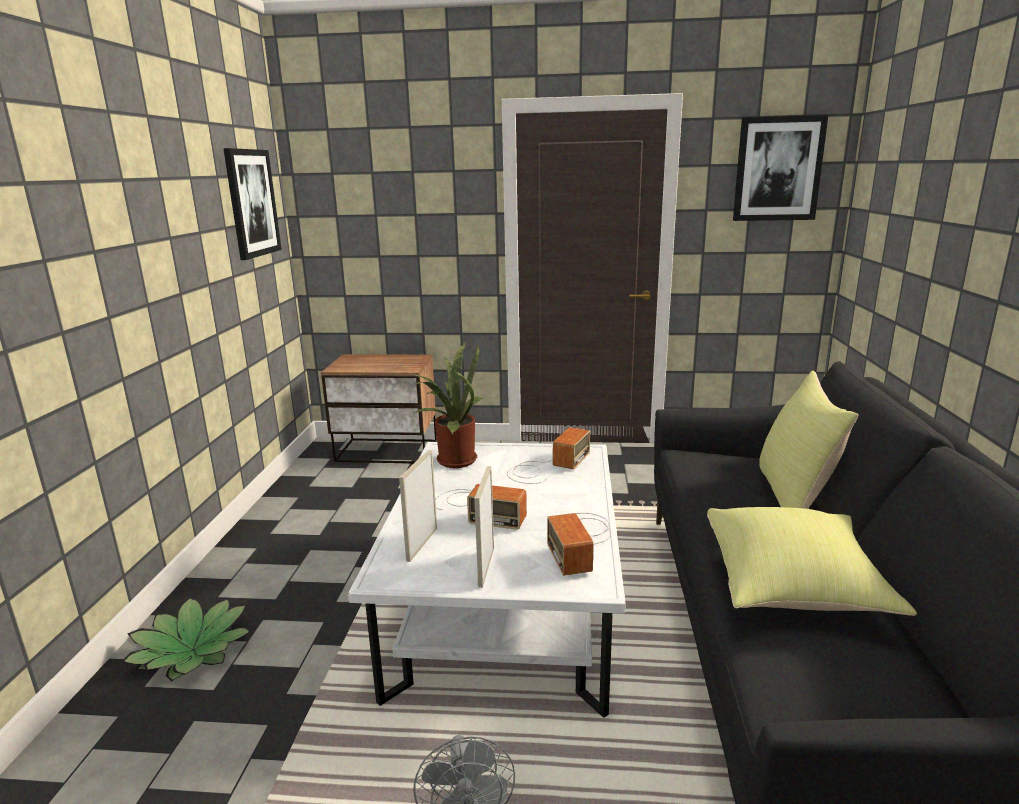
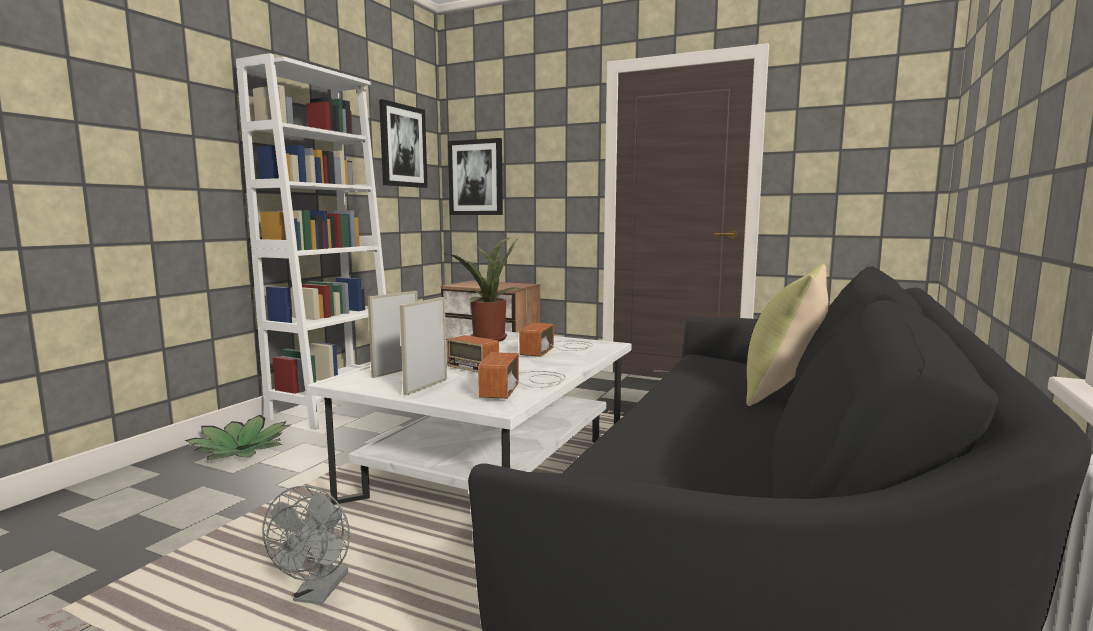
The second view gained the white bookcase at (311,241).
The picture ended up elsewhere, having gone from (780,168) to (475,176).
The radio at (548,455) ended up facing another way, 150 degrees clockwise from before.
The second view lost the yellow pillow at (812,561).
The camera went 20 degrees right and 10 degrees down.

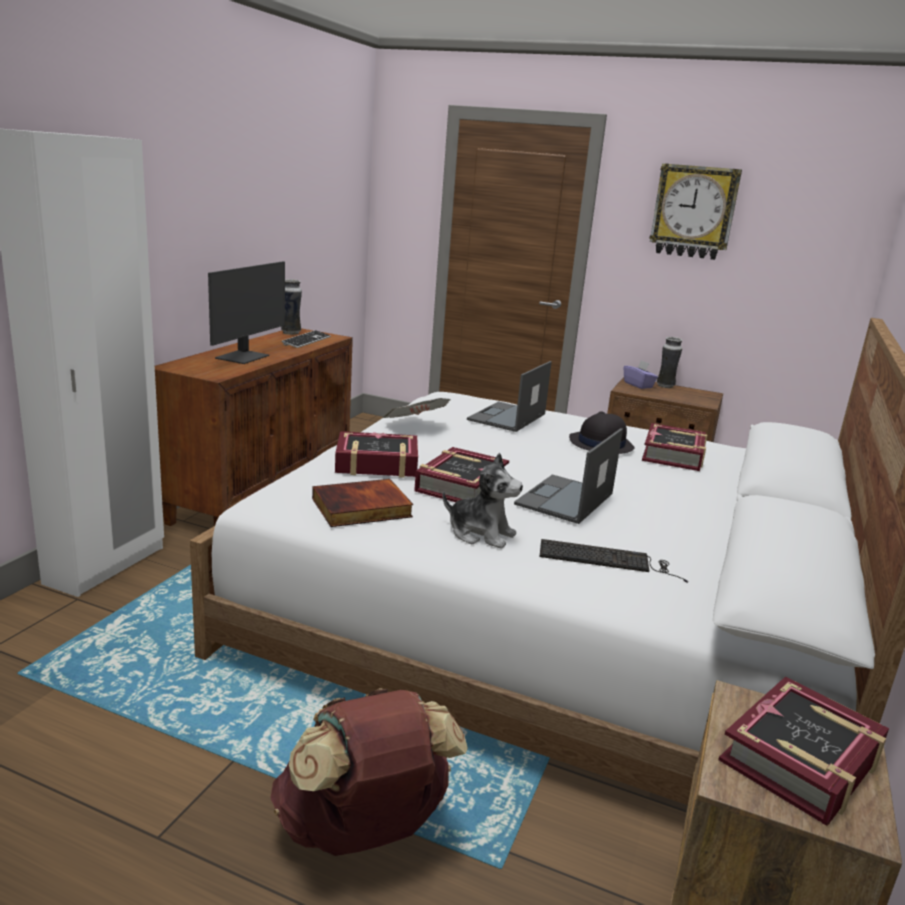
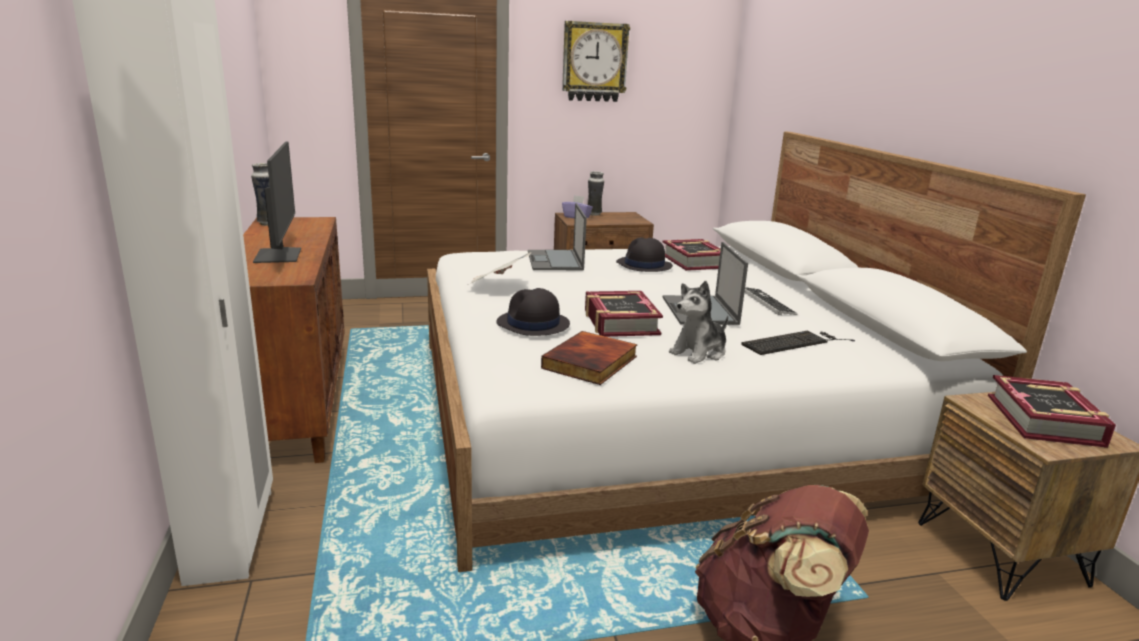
Where the book stood at (376,454), the black hat came to stand at (533,312).
The plush toy at (483,501) ended up facing another way, 150 degrees clockwise from before.
The keyboard ended up elsewhere, having gone from (306,339) to (771,301).
The camera went 35 degrees left and 0 degrees up.

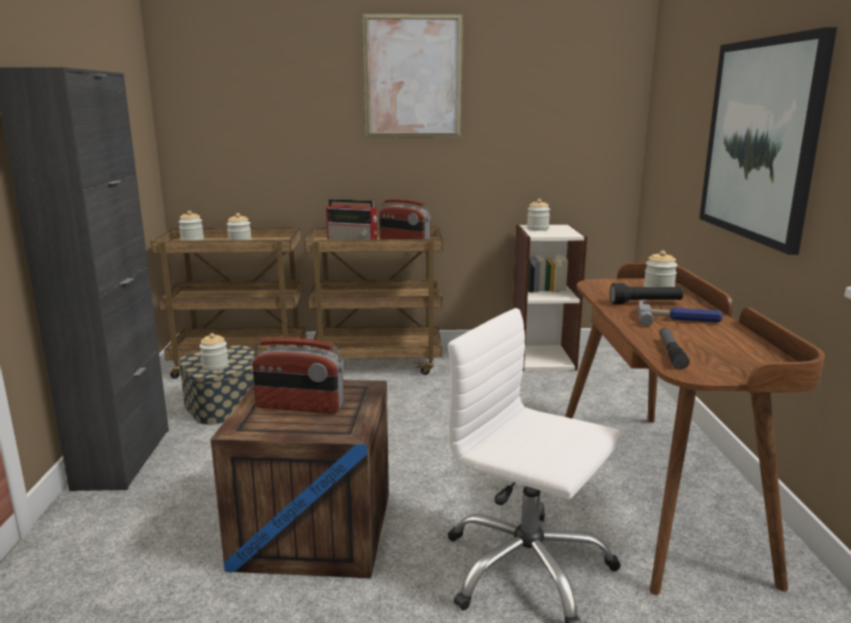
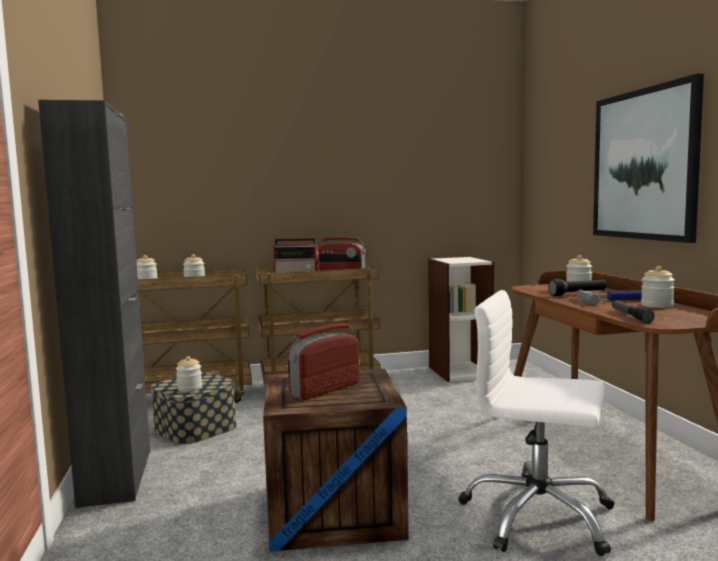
The radio at (297,376) ended up facing another way, 135 degrees clockwise from before.
The jar ended up elsewhere, having gone from (538,215) to (658,287).
The second view lost the picture at (412,75).
The camera went 10 degrees left and 10 degrees down.

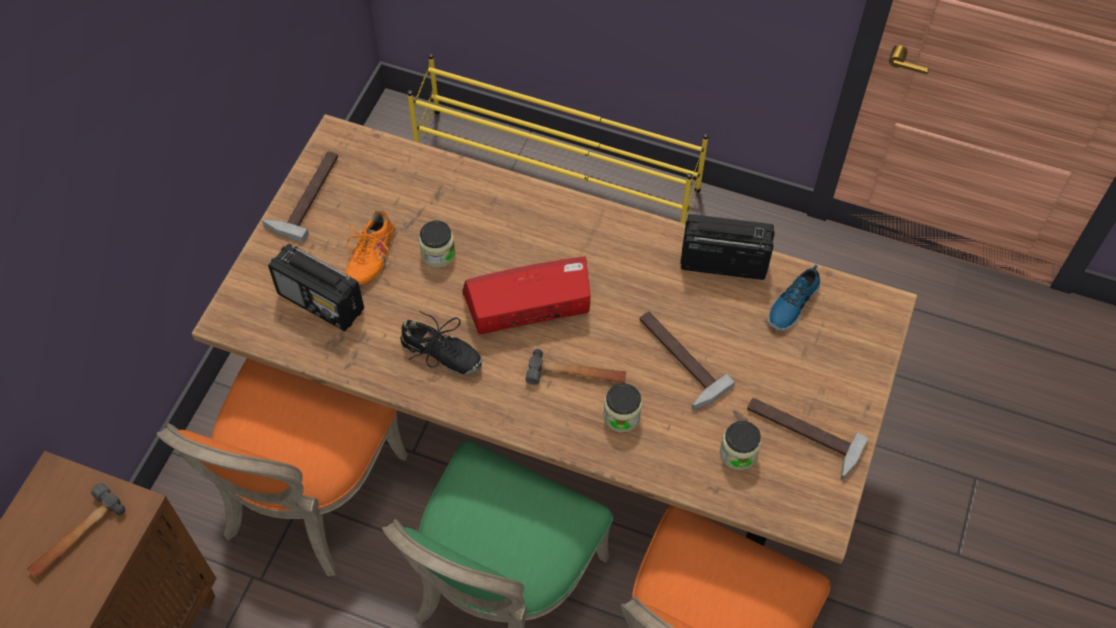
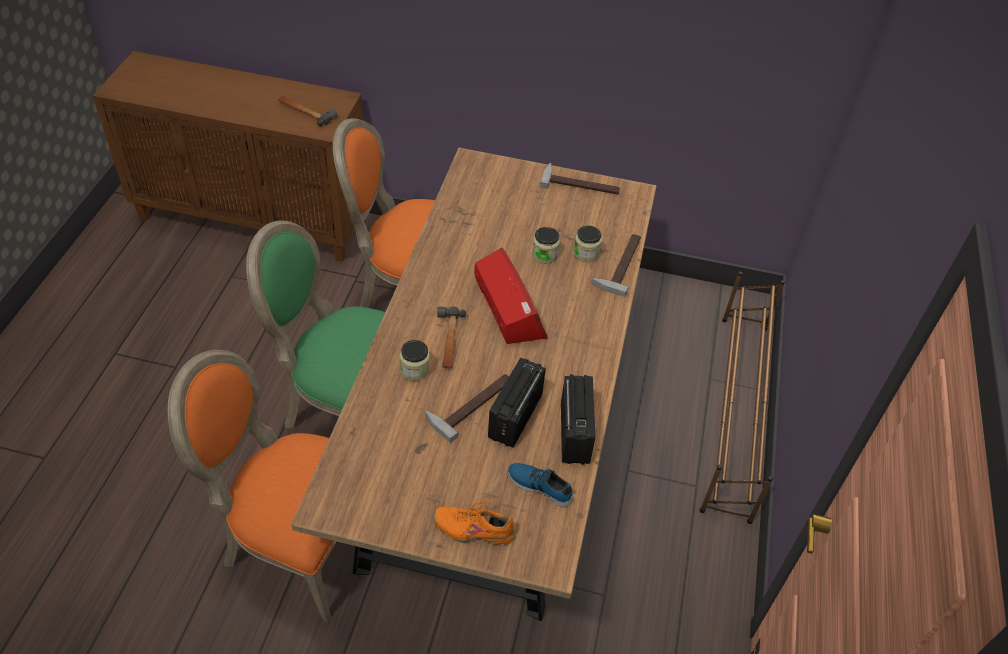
The orange shoe ended up elsewhere, having gone from (370,248) to (474,521).
The radio ended up elsewhere, having gone from (316,287) to (517,402).
The jar ended up elsewhere, having gone from (740,445) to (587,244).
The hammer ended up elsewhere, having gone from (808,439) to (616,265).
What was the yellow shoe rack at (558,138) turned into the brown shoe rack at (742,397).
The second view lost the black shoe at (441,343).
The camera went 80 degrees right and 10 degrees down.

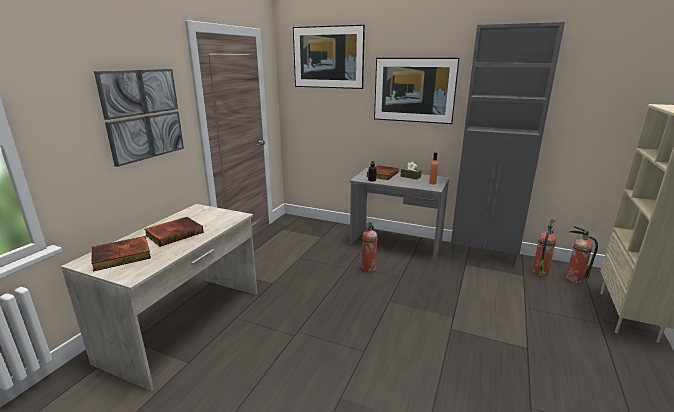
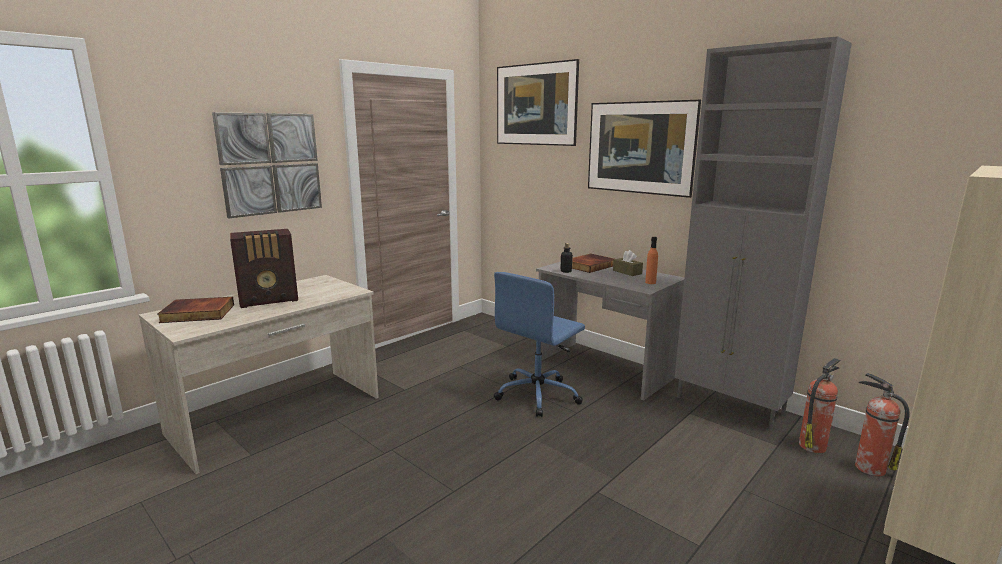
Where the book stood at (174,232), the radio came to stand at (264,268).
Where the fire extinguisher stood at (370,247), the blue office chair came to stand at (539,344).
The camera went 20 degrees right and 5 degrees down.

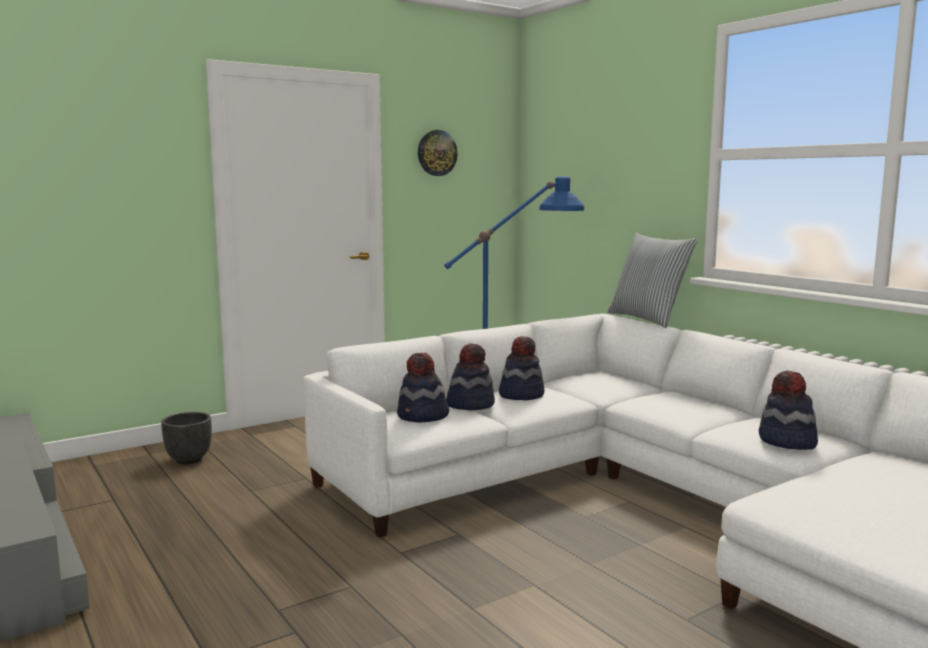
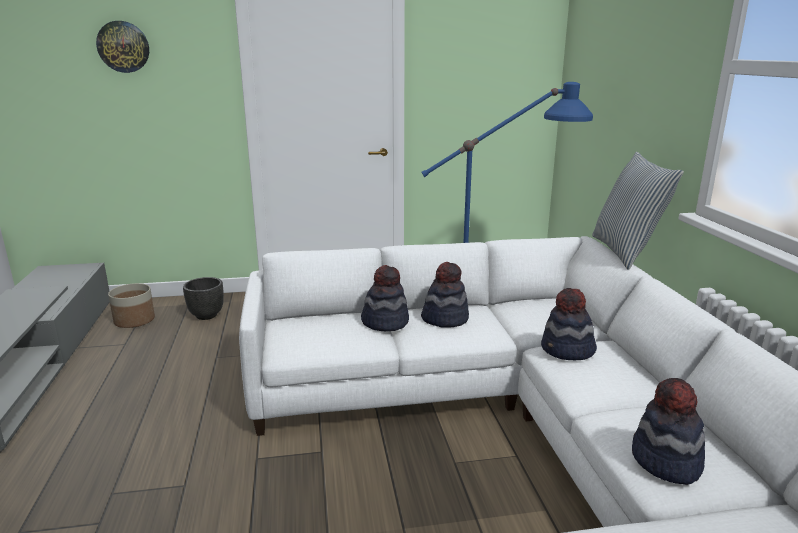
The wall clock ended up elsewhere, having gone from (438,153) to (122,47).
The second view gained the planter at (131,305).
The hat ended up elsewhere, having gone from (423,387) to (569,324).
The camera went 25 degrees right and 10 degrees up.

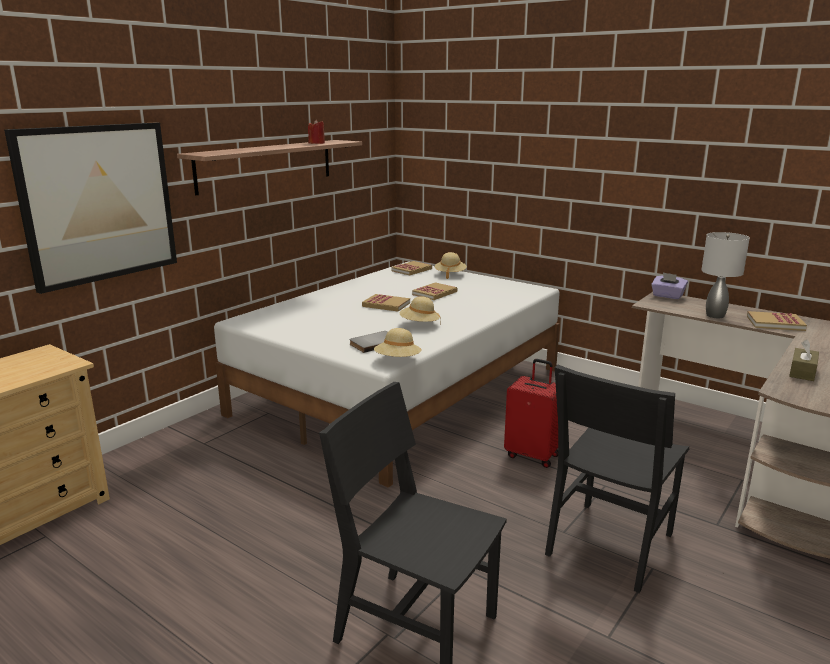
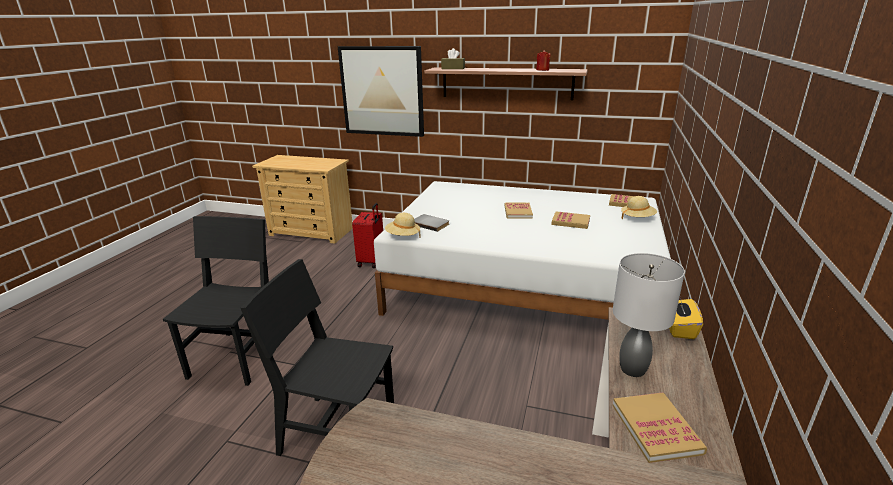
The red suitcase ended up elsewhere, having gone from (531,413) to (367,235).
The brown tissue box ended up elsewhere, having gone from (804,360) to (453,58).
What was the purple tissue box at (669,285) turned into the yellow tissue box at (686,318).
The second view lost the beige hat at (420,309).
The camera went 70 degrees right and 5 degrees up.

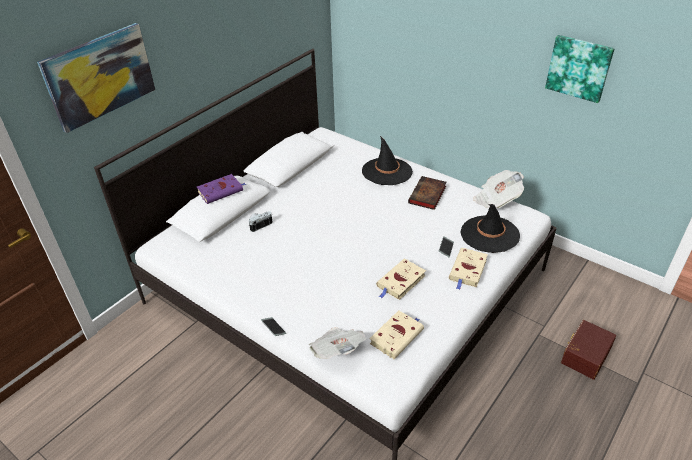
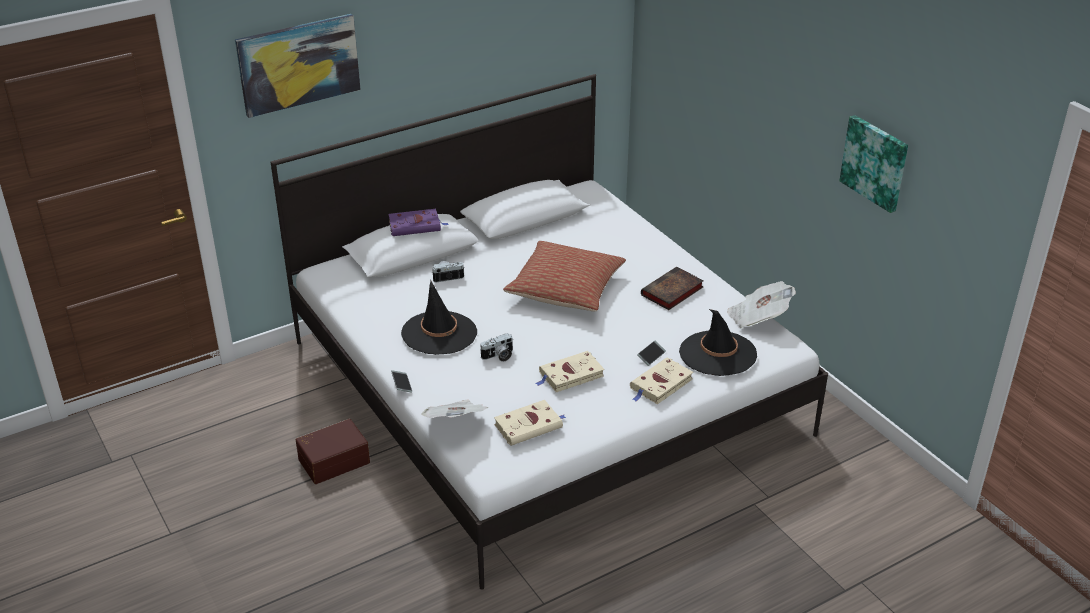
The brown storage box ended up elsewhere, having gone from (588,350) to (333,451).
The black hat ended up elsewhere, having gone from (387,160) to (439,318).
The second view gained the photo camera at (496,347).
The second view gained the pillow at (564,276).
The camera went 20 degrees right and 5 degrees down.

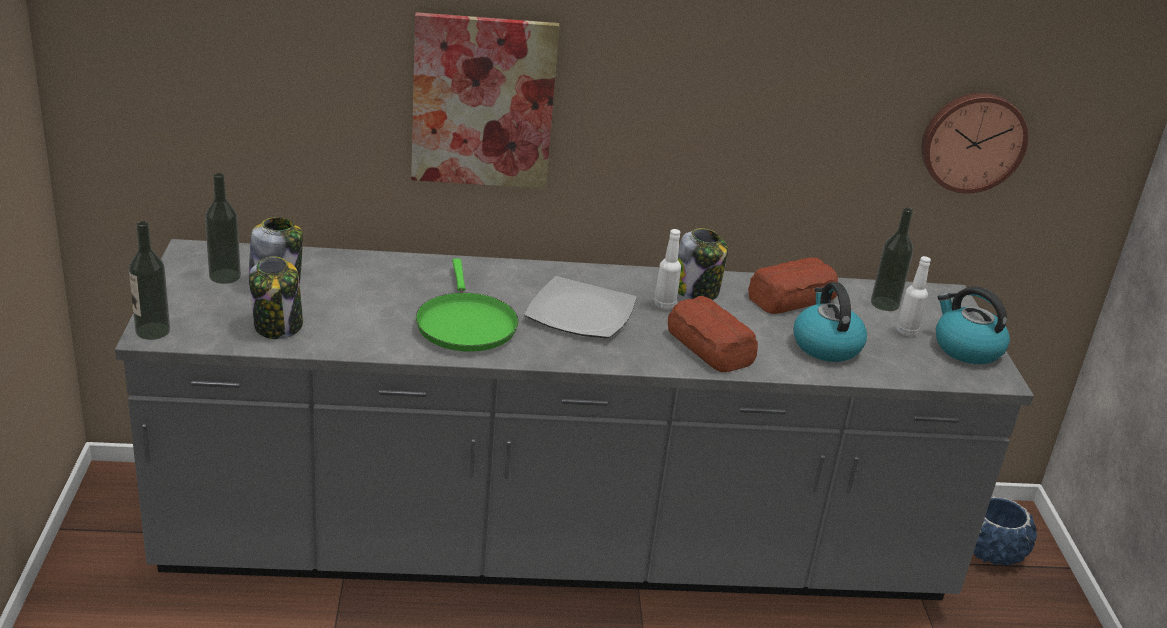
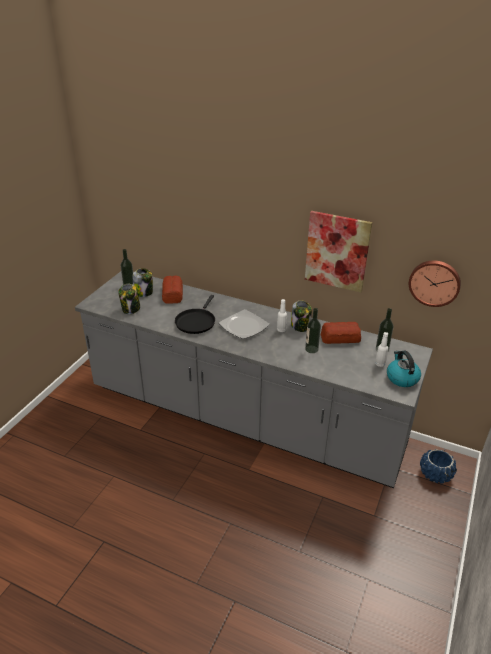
The bread ended up elsewhere, having gone from (713,334) to (172,289).
What was the green frying pan at (467,305) turned into the black frying pan at (195,314).
The picture ended up elsewhere, having gone from (485,100) to (338,252).
The bottle ended up elsewhere, having gone from (149,280) to (313,330).
The second view lost the kettle at (830,322).
The camera went 30 degrees right and 5 degrees up.

